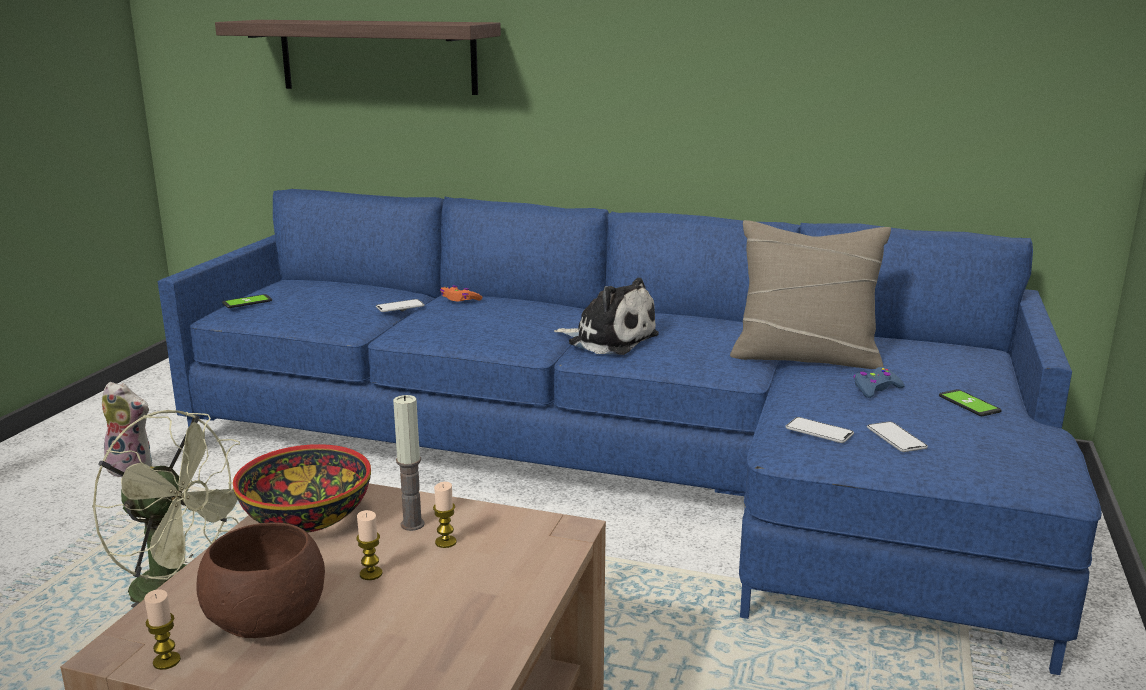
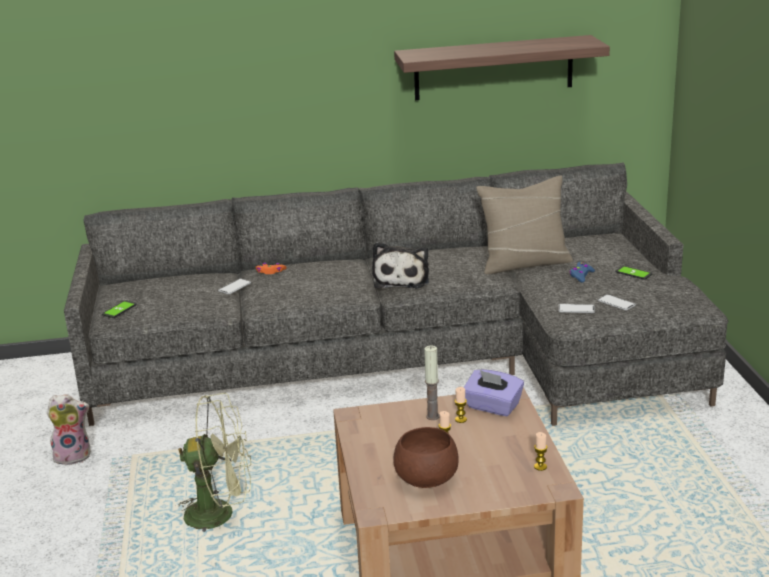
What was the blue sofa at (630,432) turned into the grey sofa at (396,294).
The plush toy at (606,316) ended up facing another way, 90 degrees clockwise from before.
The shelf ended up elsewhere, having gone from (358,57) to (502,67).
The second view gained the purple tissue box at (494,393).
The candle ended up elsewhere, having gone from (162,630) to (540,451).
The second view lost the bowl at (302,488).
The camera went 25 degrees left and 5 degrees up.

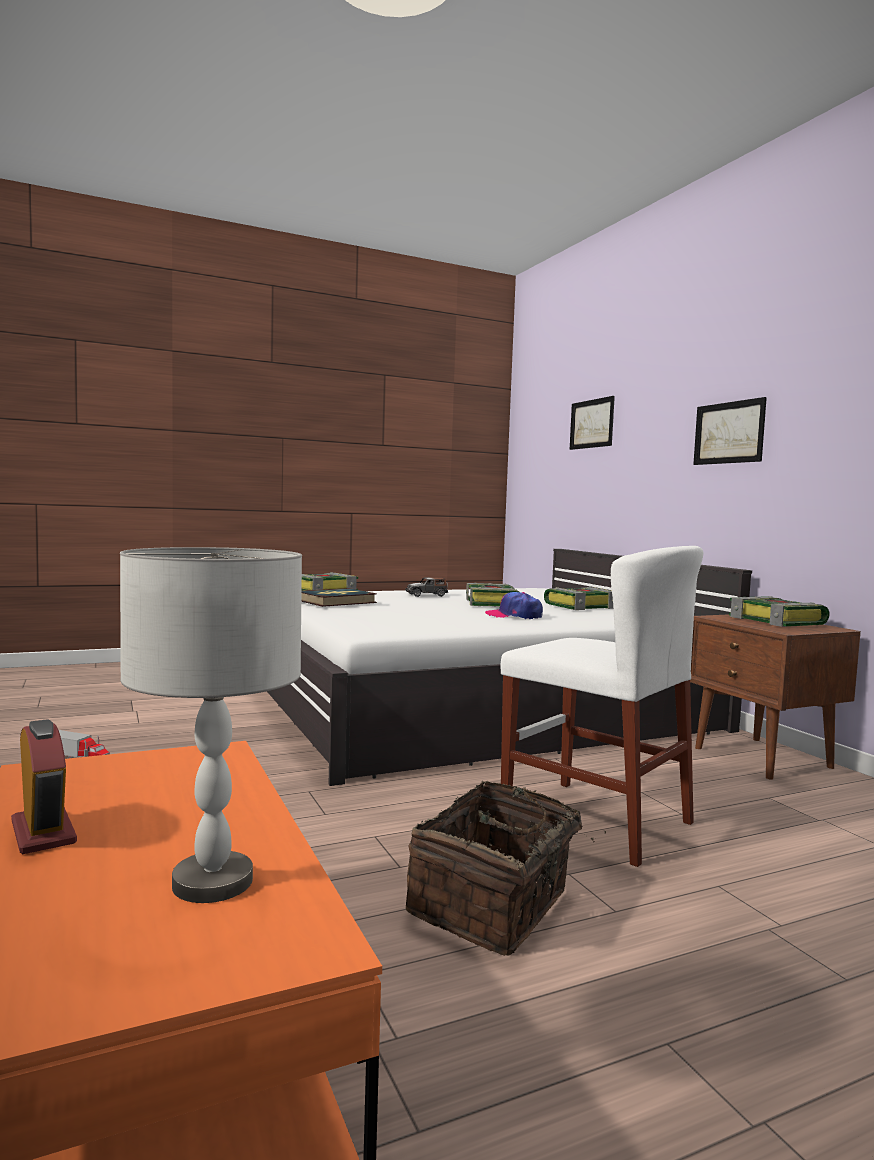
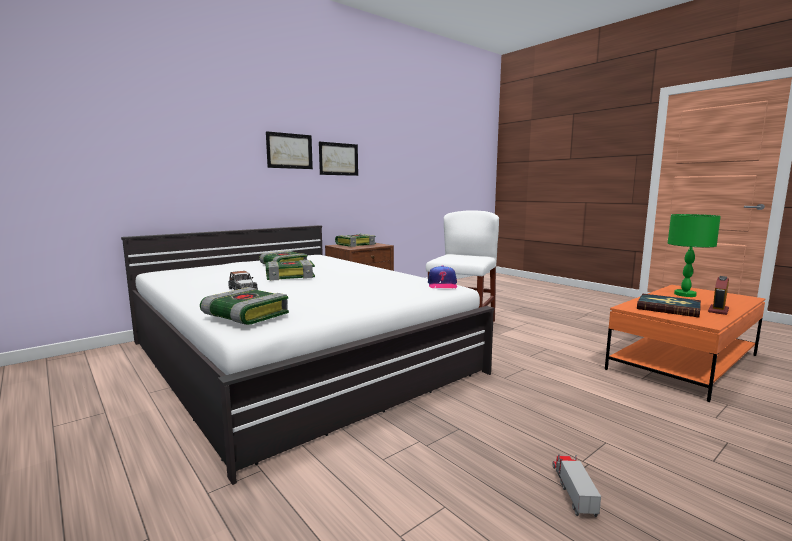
The picture ended up elsewhere, having gone from (592,423) to (338,159).
The cap ended up elsewhere, having gone from (514,605) to (442,277).
The book ended up elsewhere, having gone from (339,597) to (669,305).
What was the grey table lamp at (211,725) turned into the green table lamp at (694,255).
The second view lost the basket at (506,868).
The camera went 105 degrees left and 5 degrees up.

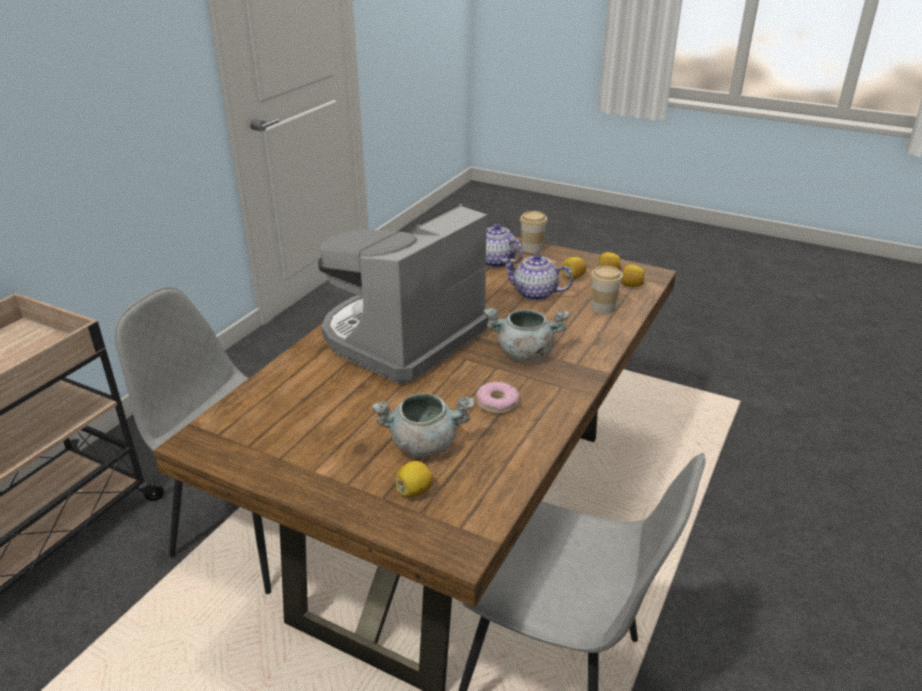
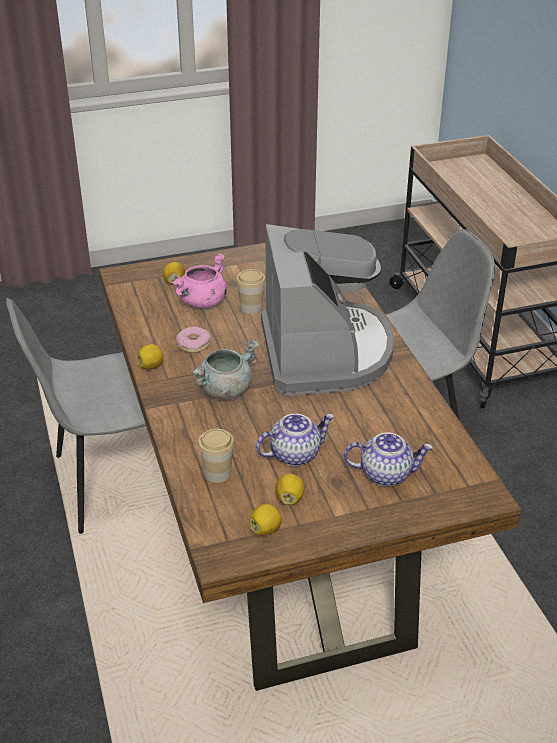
The lemon ended up elsewhere, having gone from (632,276) to (150,356).
What was the grey cooking pot at (423,425) turned into the pink cooking pot at (199,280).
The cup ended up elsewhere, having gone from (533,232) to (251,291).
The camera went 135 degrees right and 5 degrees up.

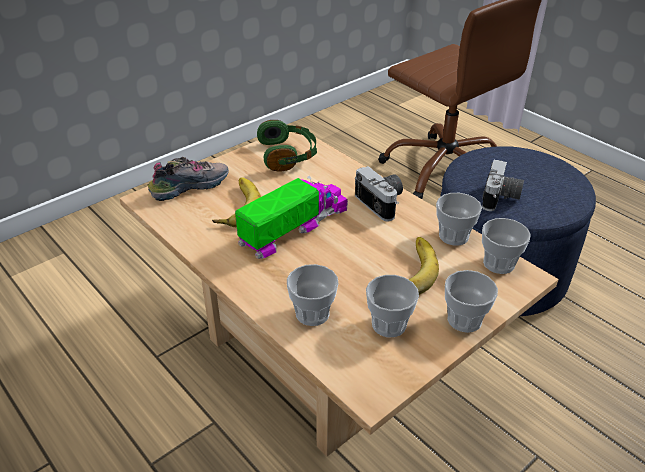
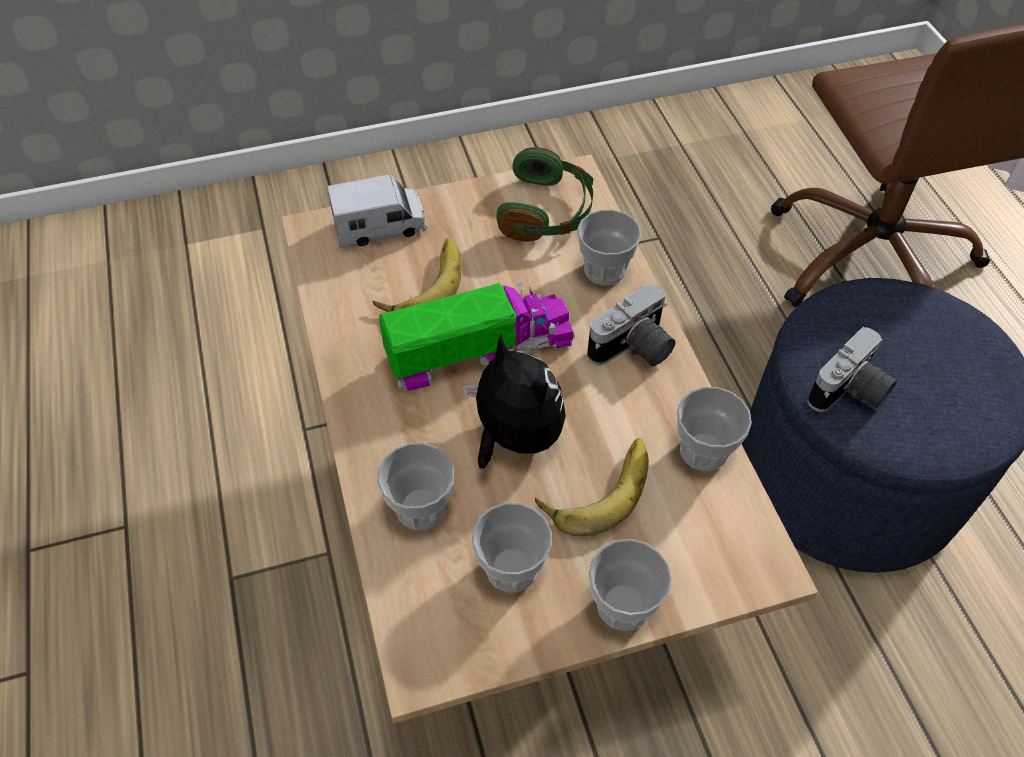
Where the shoe stood at (188,179), the toy truck came to stand at (377,211).
The second view gained the plush toy at (514,401).
The cup ended up elsewhere, having gone from (506,246) to (609,247).
The photo camera at (379,193) ended up facing another way, 60 degrees clockwise from before.
The camera went 25 degrees right and 15 degrees up.

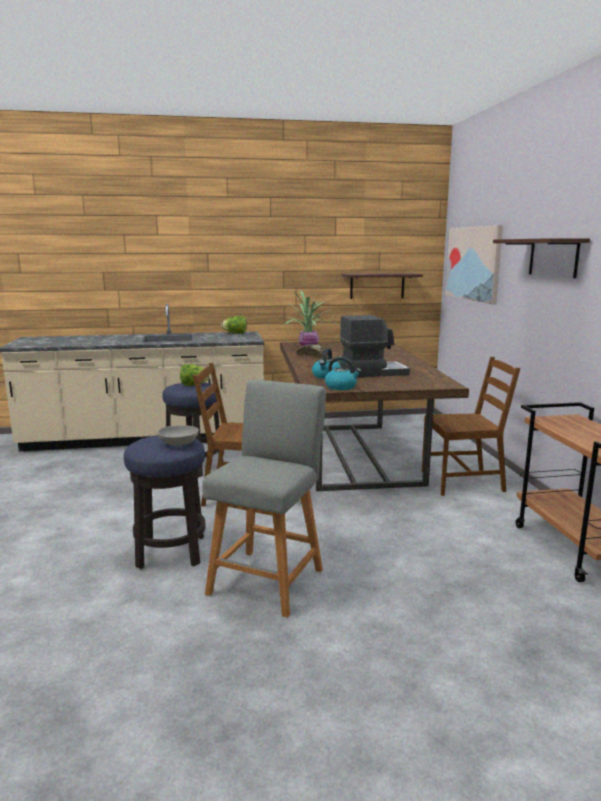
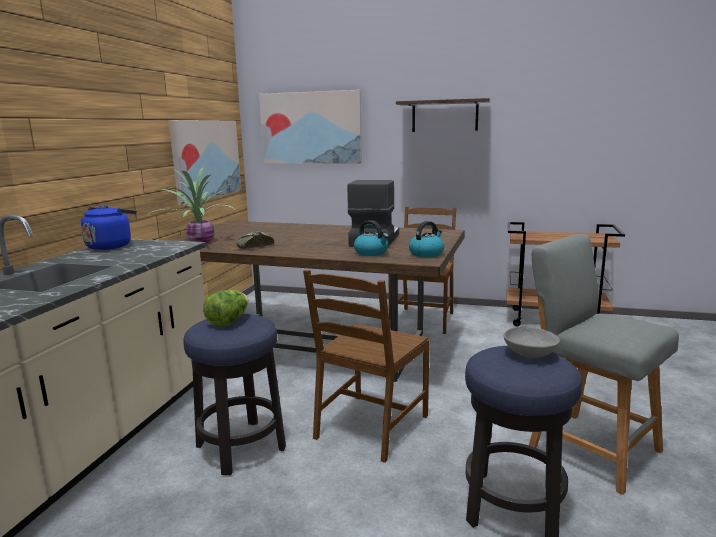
Where the lettuce stood at (234,325), the blue kettle came to stand at (109,227).
Where the shelf hung at (382,286), the picture came to hang at (205,162).
The camera went 65 degrees left and 0 degrees up.

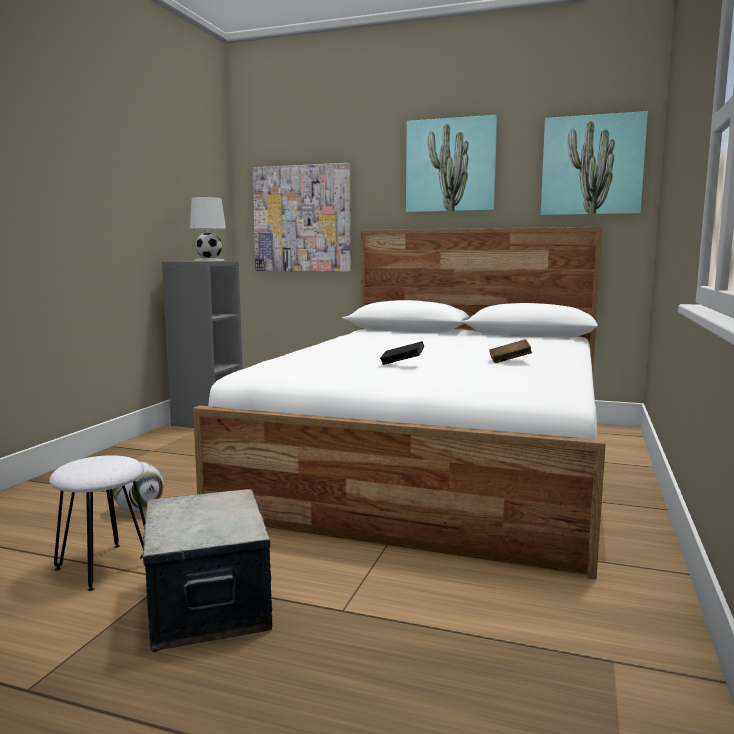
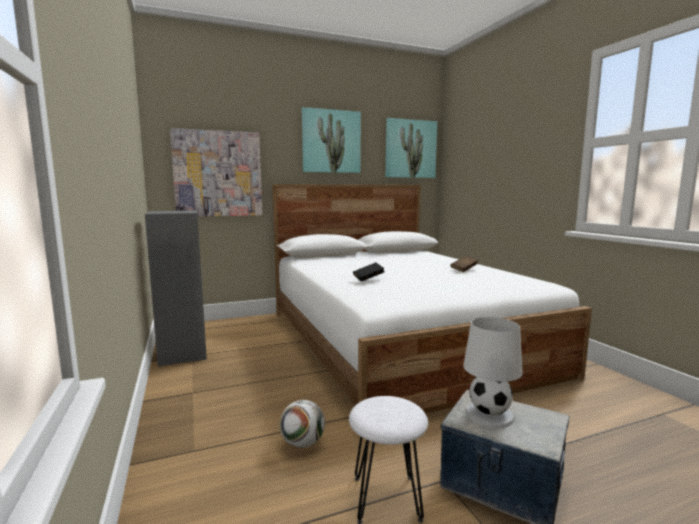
The black book ended up elsewhere, having gone from (402,353) to (368,272).
The white table lamp ended up elsewhere, having gone from (208,229) to (492,372).
The camera went 40 degrees left and 0 degrees up.

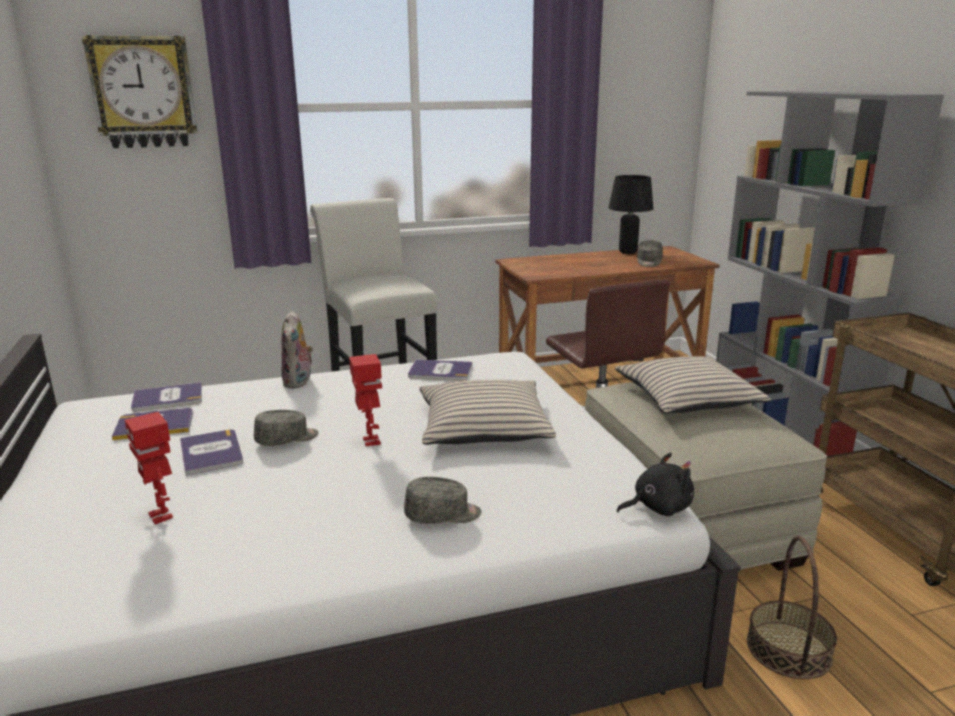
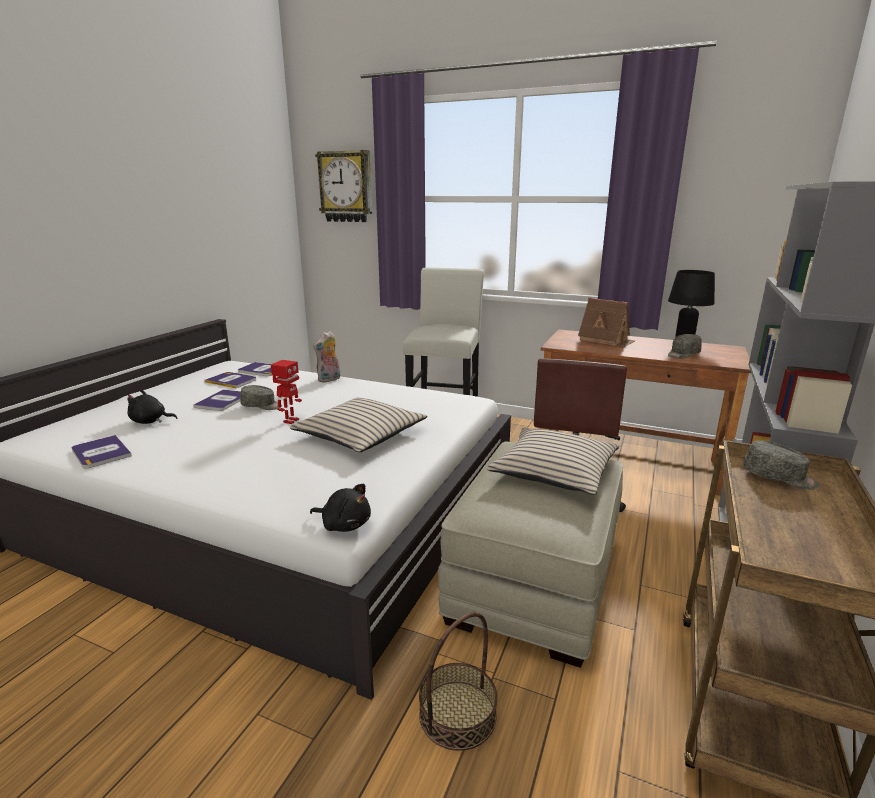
The book ended up elsewhere, having gone from (440,370) to (102,452).
Where the toy robot stood at (149,468), the black plush toy came to stand at (153,407).
The second view gained the toy house at (606,322).
The grey cap ended up elsewhere, having gone from (442,500) to (781,465).
The camera went 40 degrees right and 0 degrees up.

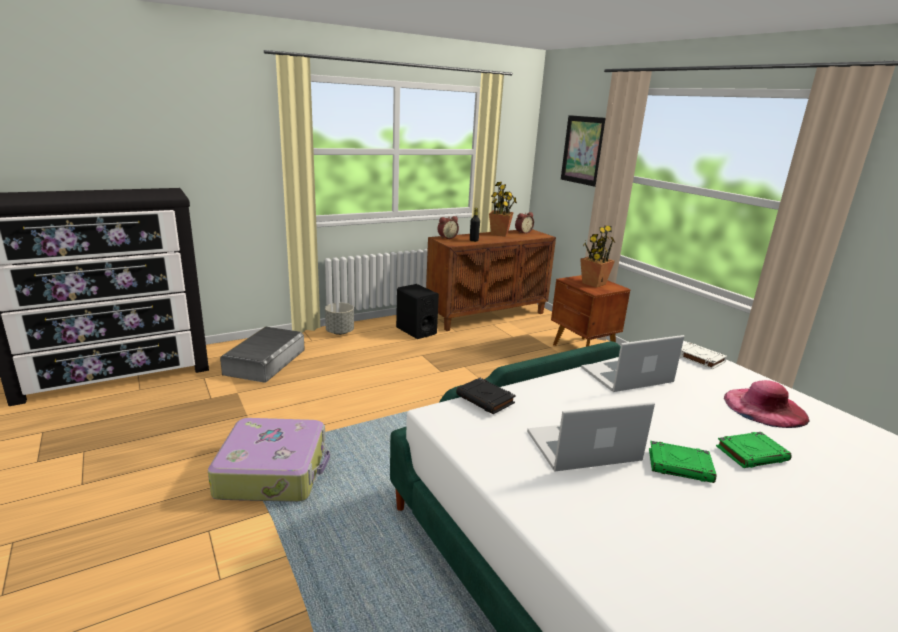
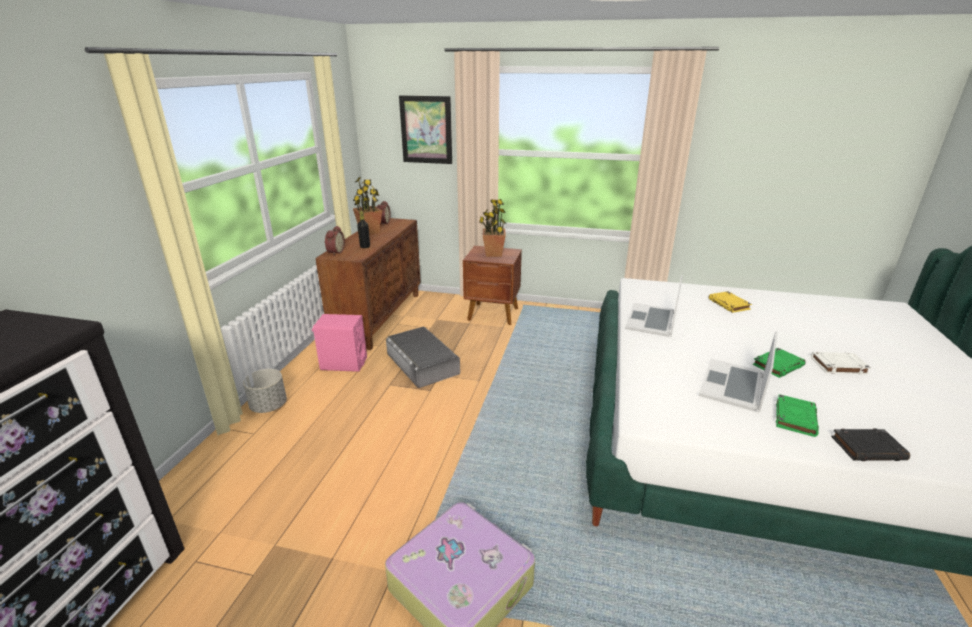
What was the black speaker at (417,311) turned into the pink speaker at (339,343).
The grey storage box ended up elsewhere, having gone from (262,355) to (423,357).
Where the pink hat stood at (766,404), the yellow book came to stand at (730,302).
The green book ended up elsewhere, having gone from (754,450) to (797,415).
The white book ended up elsewhere, having gone from (703,355) to (841,363).
The black book ended up elsewhere, having gone from (486,396) to (870,445).
The camera went 45 degrees left and 5 degrees up.

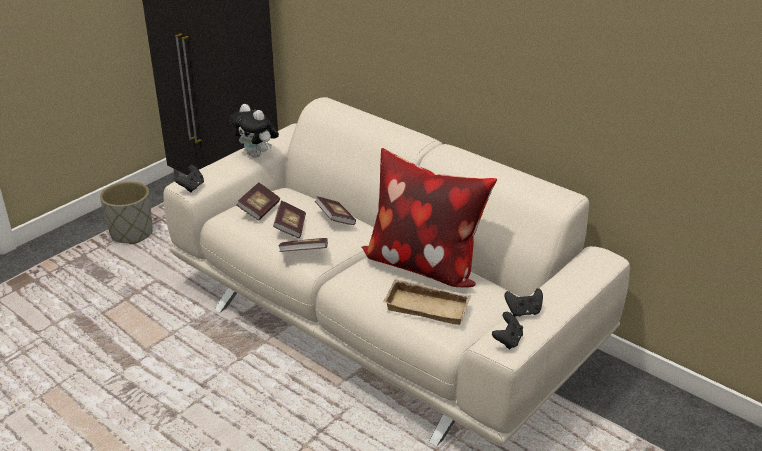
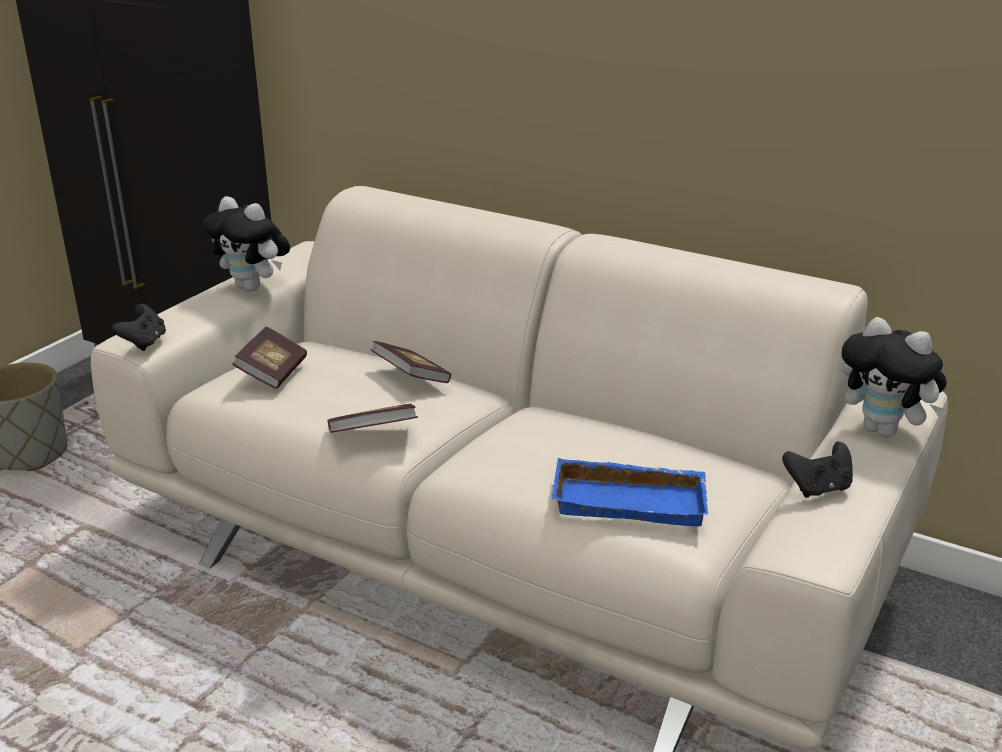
What was the beige tray at (427,302) turned into the blue tray at (629,492).
The second view gained the plush toy at (895,377).
The second view lost the book at (289,219).
The second view lost the pillow at (429,218).
The second view lost the black game controller at (507,331).
The camera went 10 degrees left and 5 degrees down.

